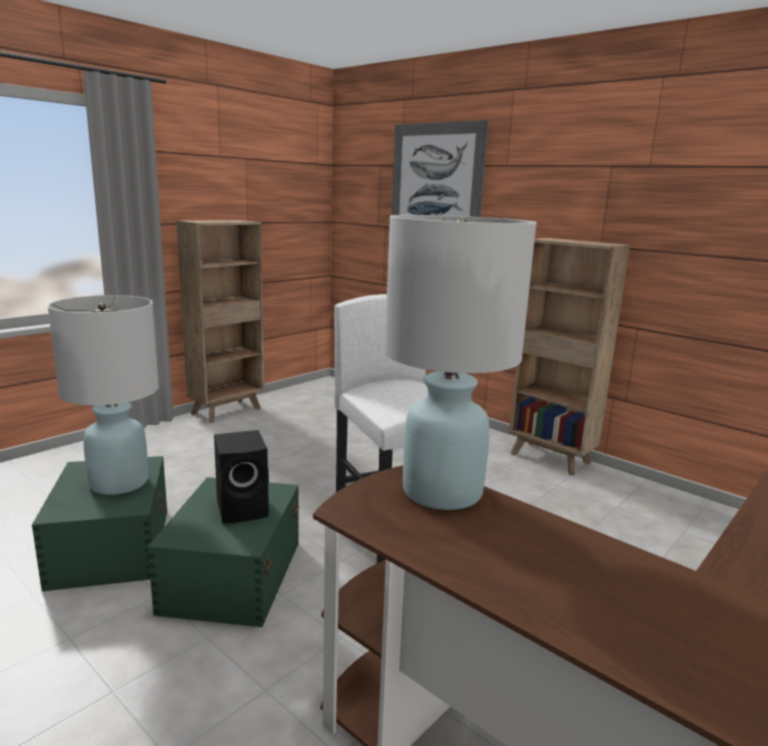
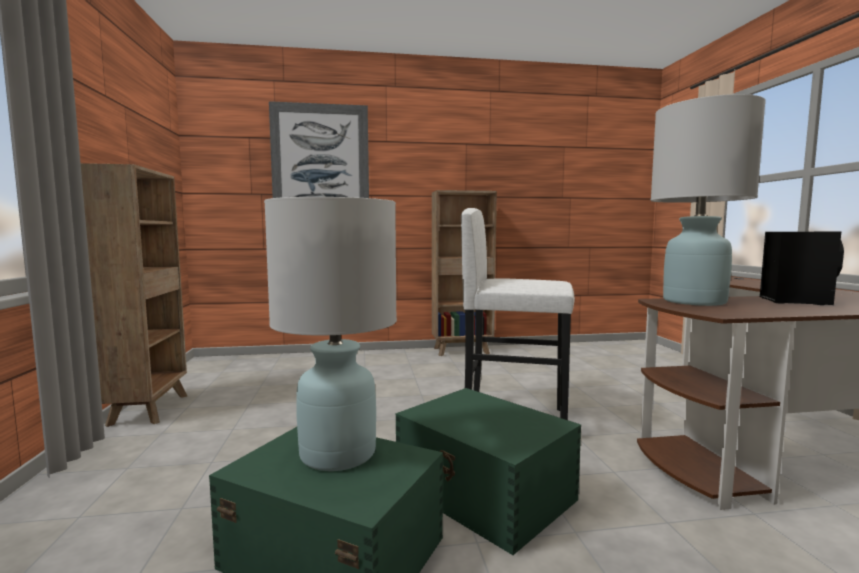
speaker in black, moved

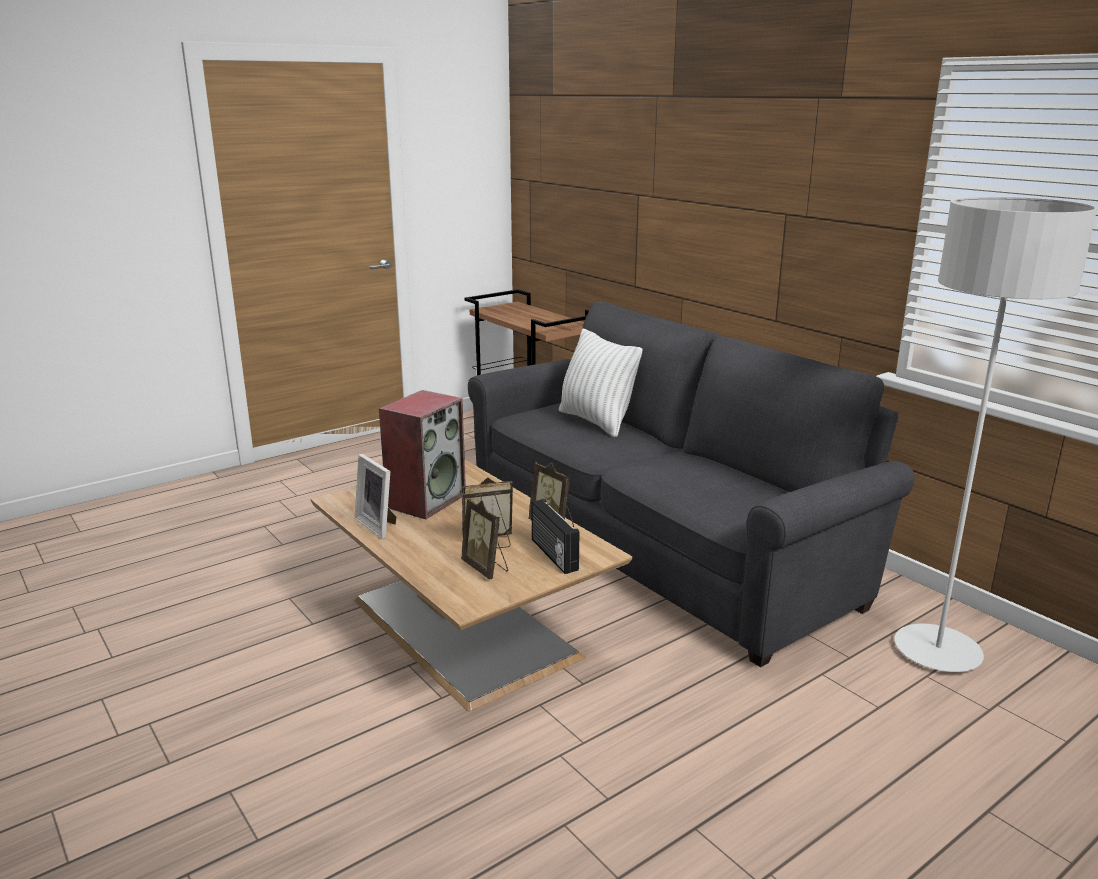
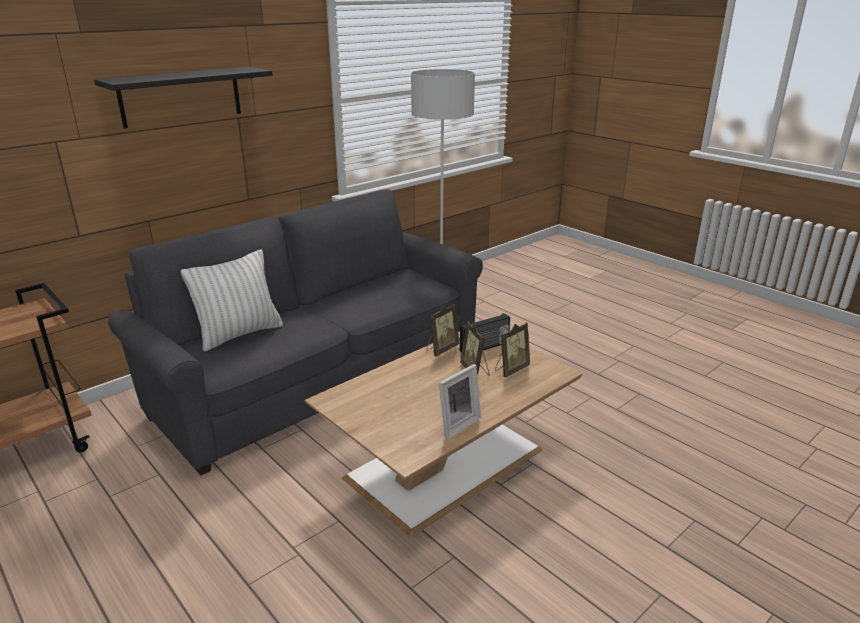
speaker => nothing
nothing => shelf in black

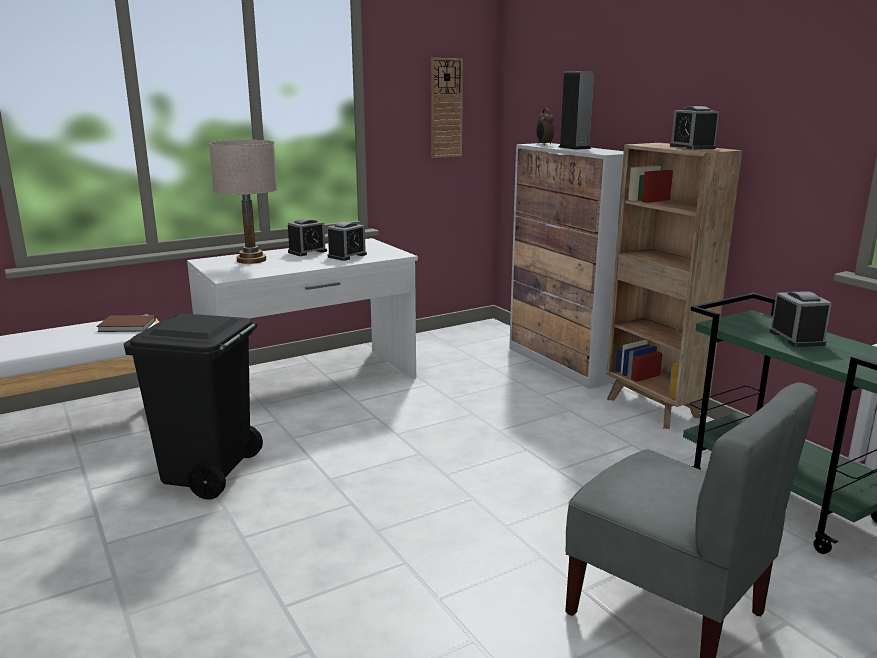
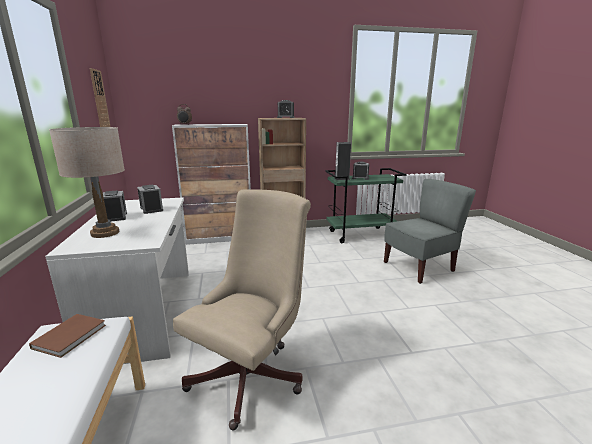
speaker, moved
trash can in black => office chair in beige

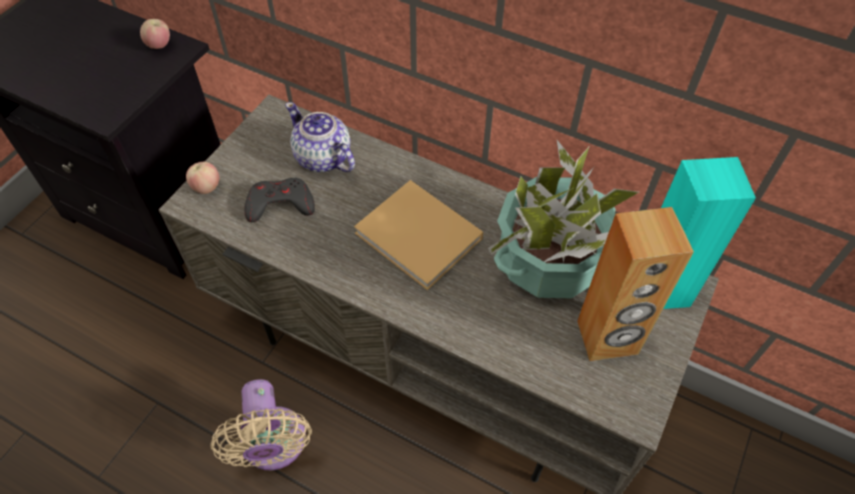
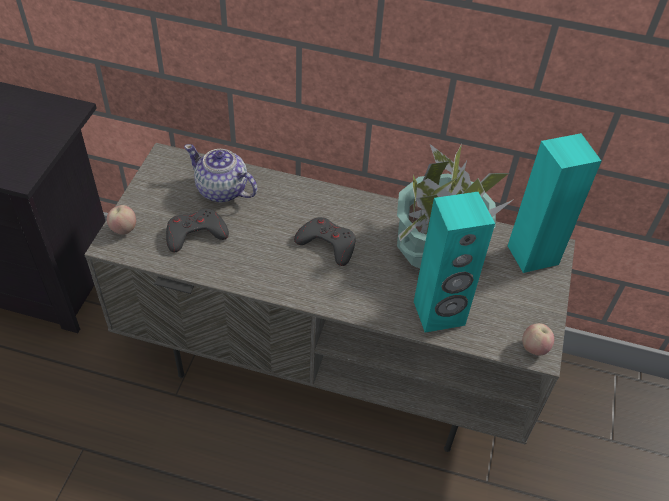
fan in beige => nothing
speaker in brown => nothing
nothing => speaker in turquoise (1st from left)
apple (1st from left in the first image) => apple (2nd from left), moved
book in beige => game controller in grey (2nd from left)

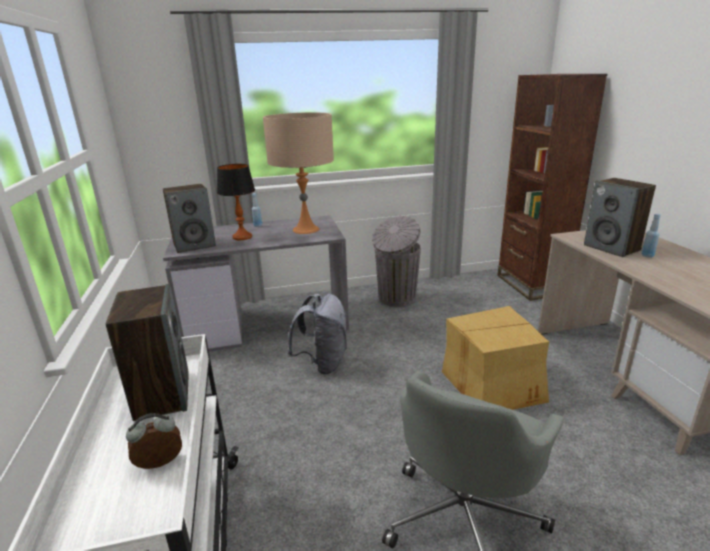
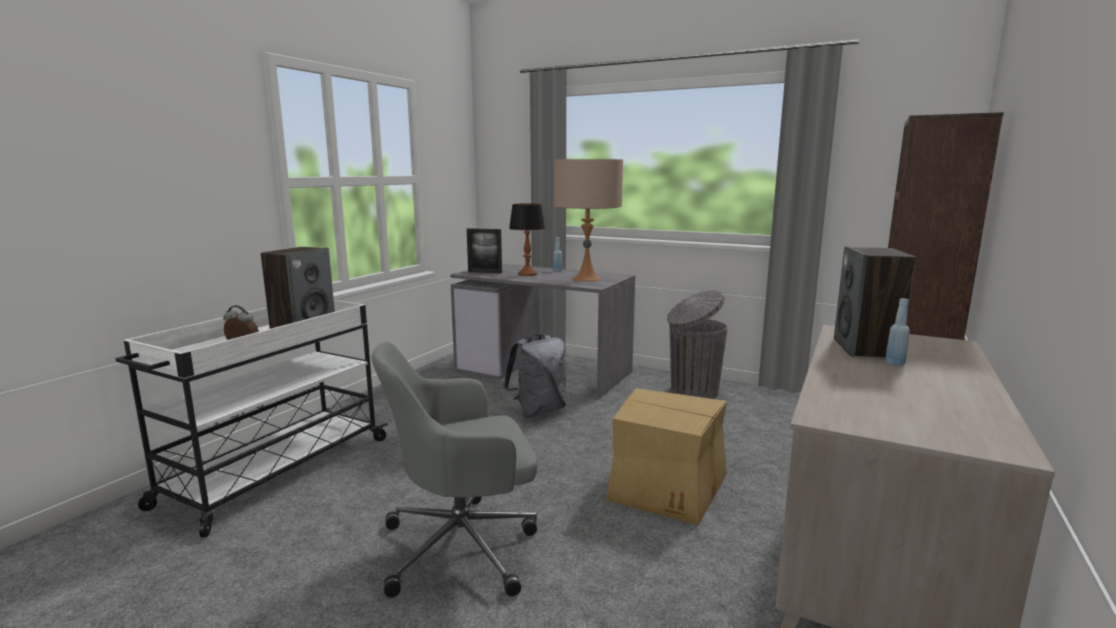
speaker (2nd from left) => picture frame

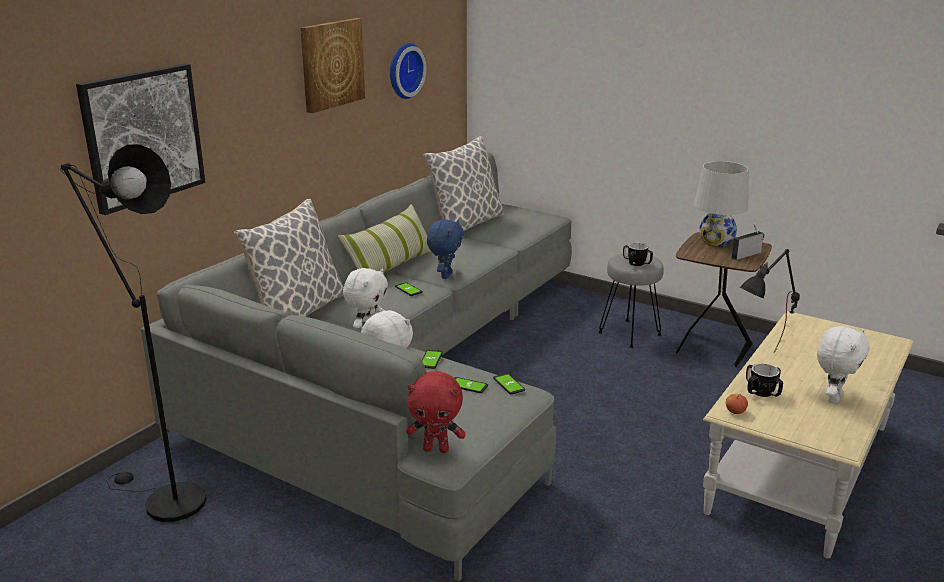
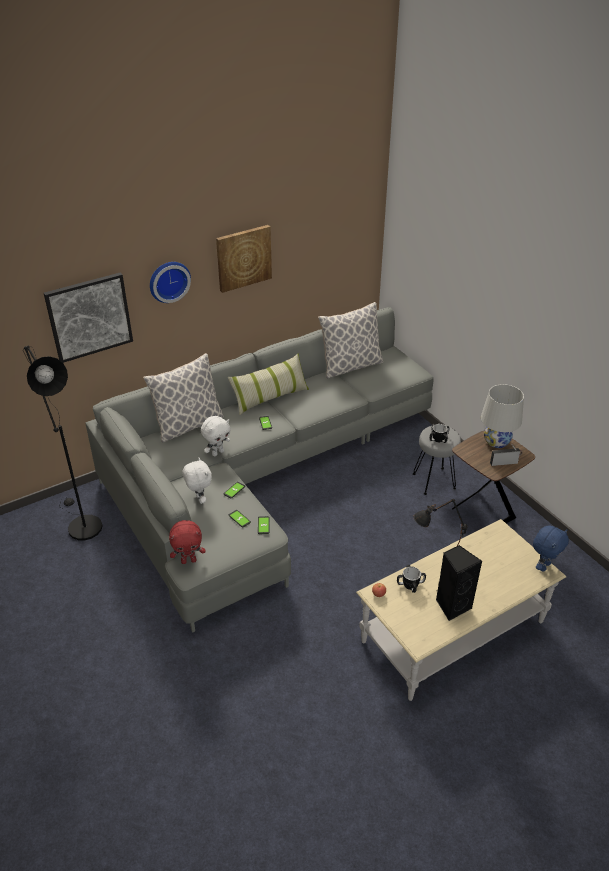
wall clock, moved
plush toy in blue, moved
plush toy in white (3rd from left) => speaker in black
plush toy in red, 45 degrees counterclockwise

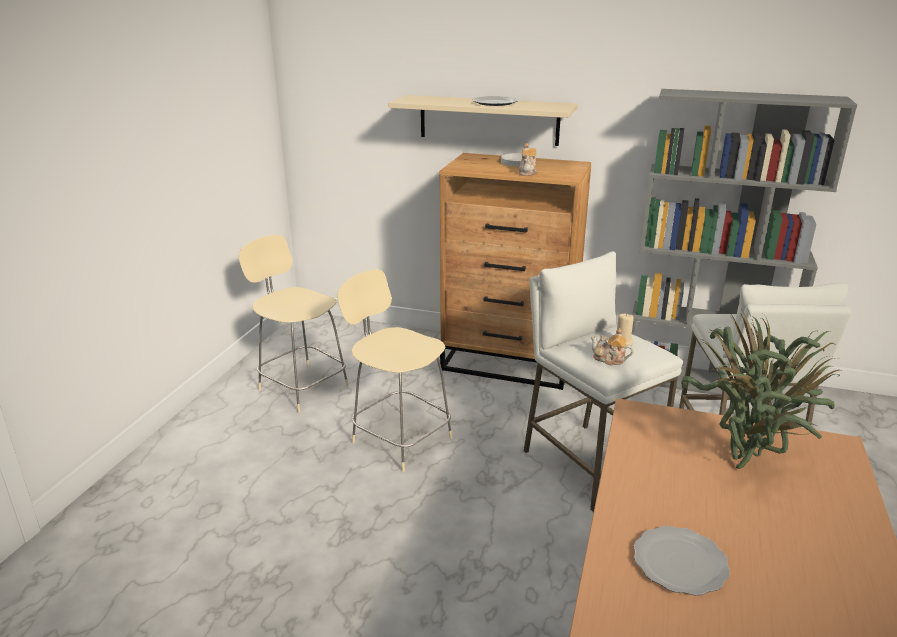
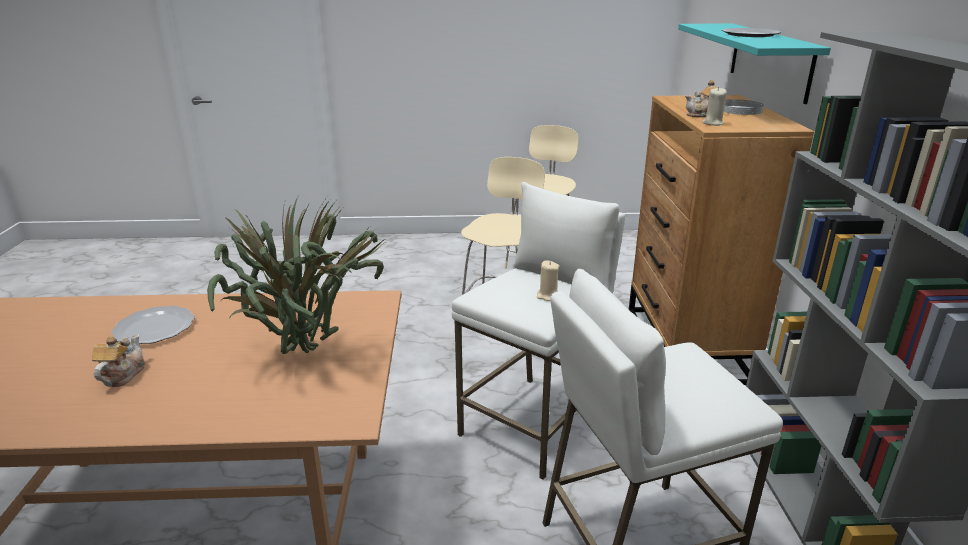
nothing => candle in beige (2nd from left)
teapot (2nd from left in the first image) => teapot (1st from left), moved
shelf in beige => shelf in turquoise

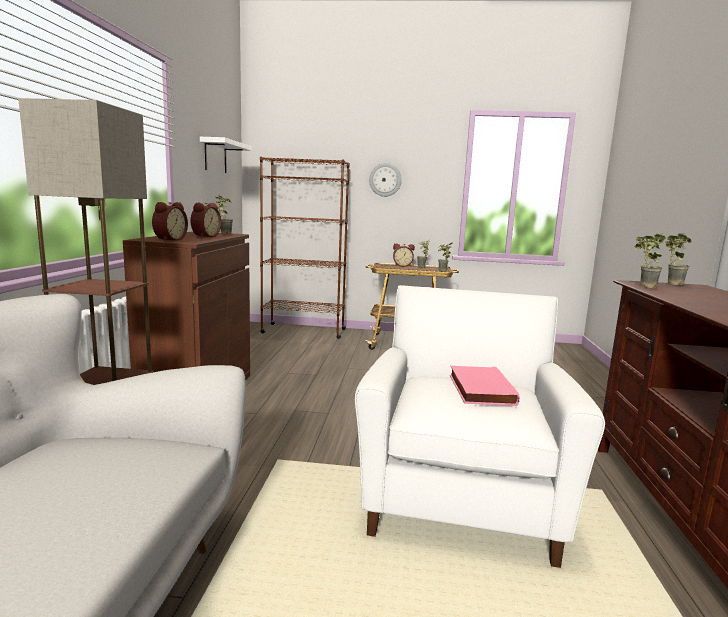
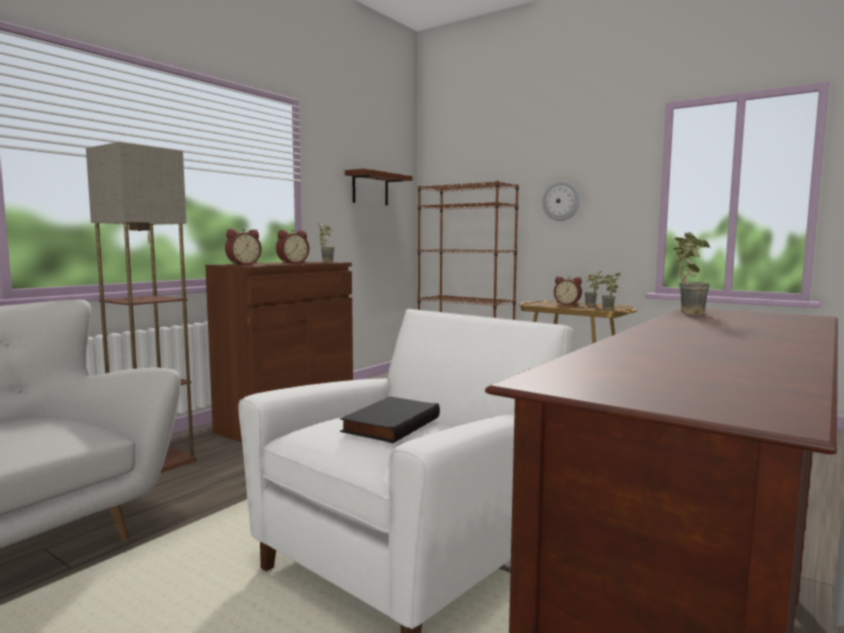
potted plant (5th from left) => nothing
shelf in white => shelf in brown
book in pink => book in black

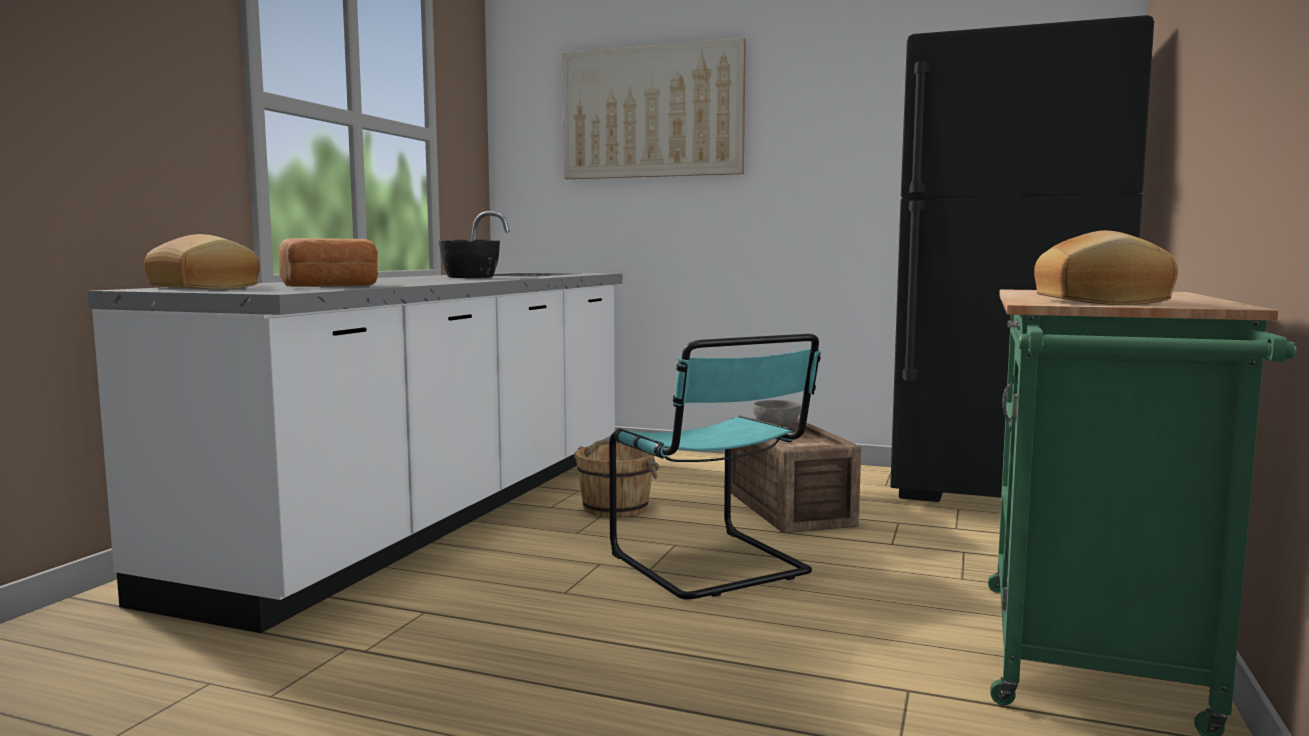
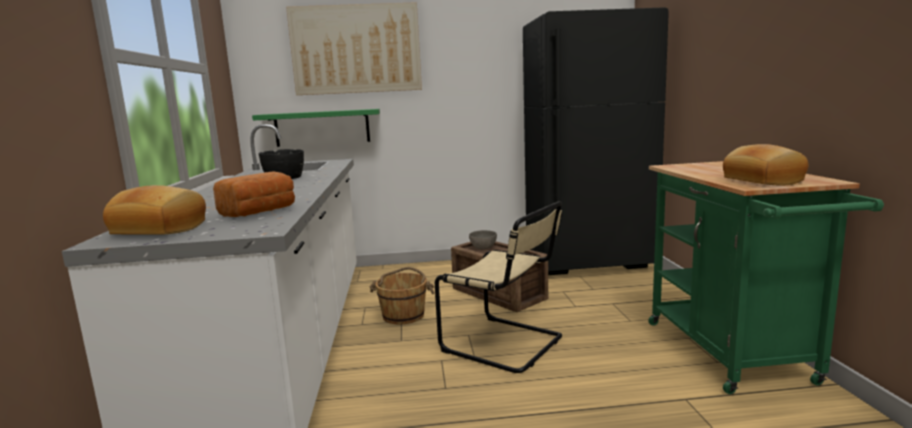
nothing => shelf in green
chair in turquoise => chair in beige

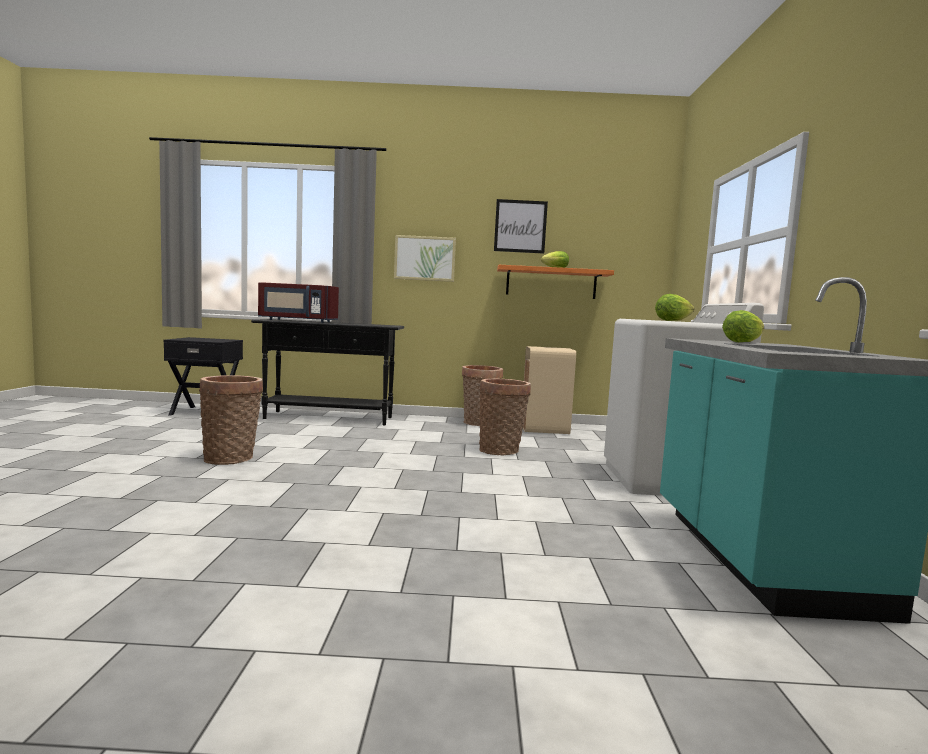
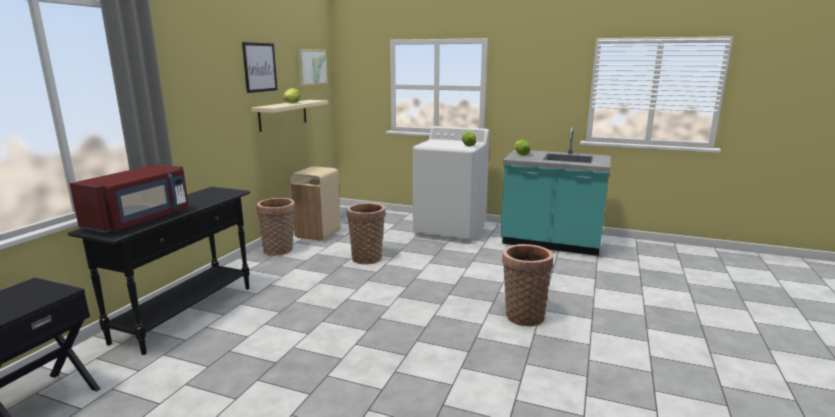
basket (1st from left in the first image) => basket (3rd from left), moved
picture (1st from left in the first image) => picture (2nd from left), moved
shelf in orange => shelf in beige

